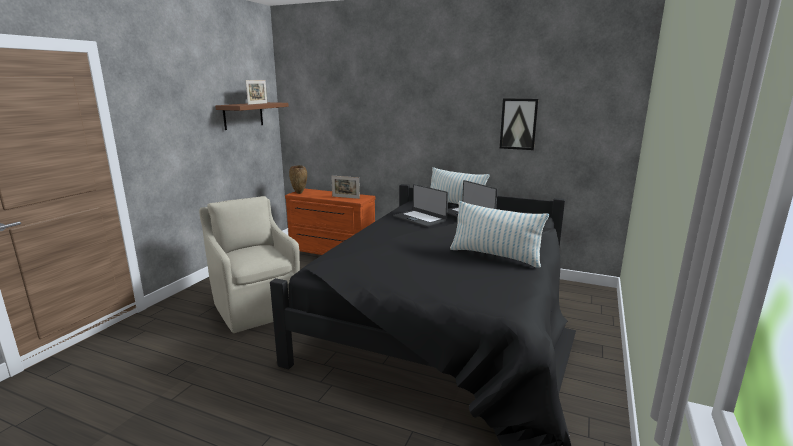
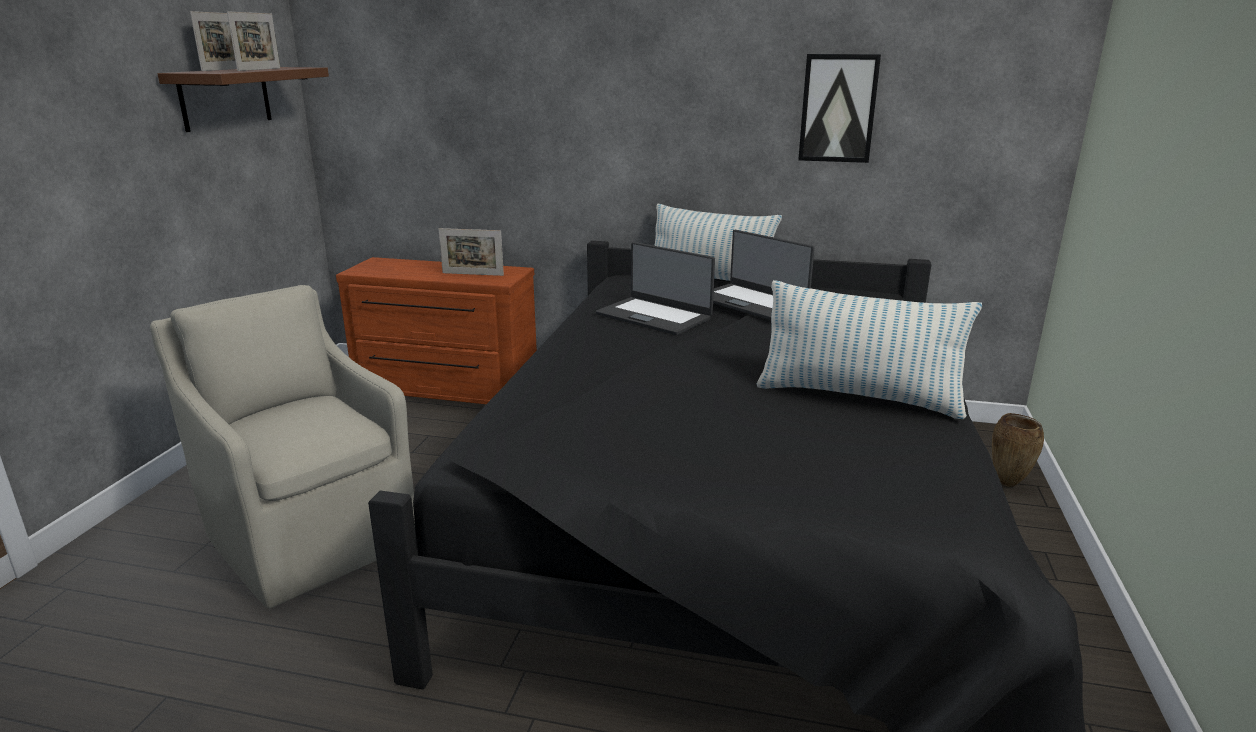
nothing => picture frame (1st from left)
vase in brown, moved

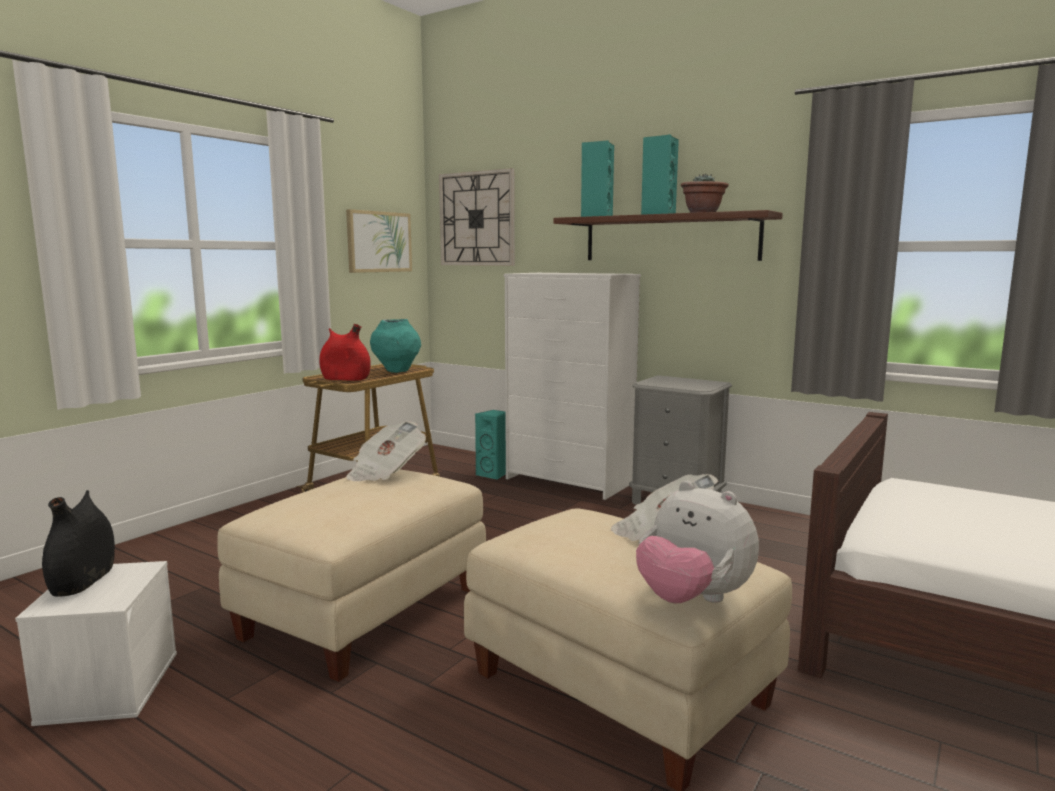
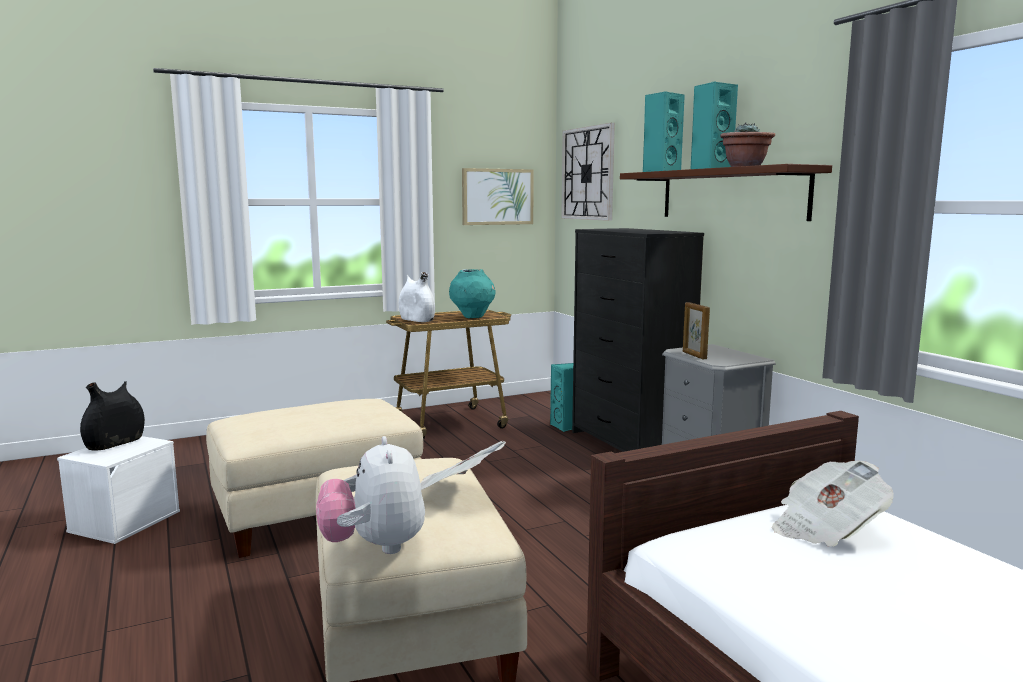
nothing => picture frame
newspaper (1st from left in the first image) => newspaper (2nd from left), moved
vase in red => vase in white
dresser in white => dresser in black

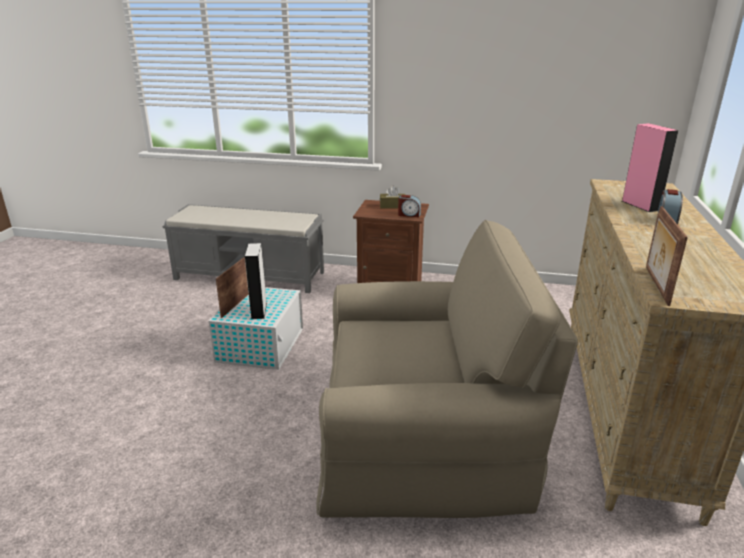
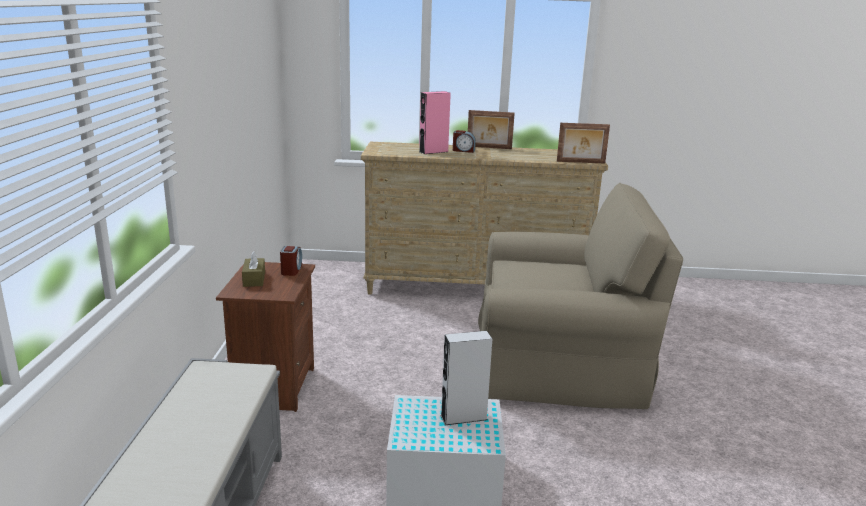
picture frame (1st from left), moved
armchair in beige, 105 degrees clockwise

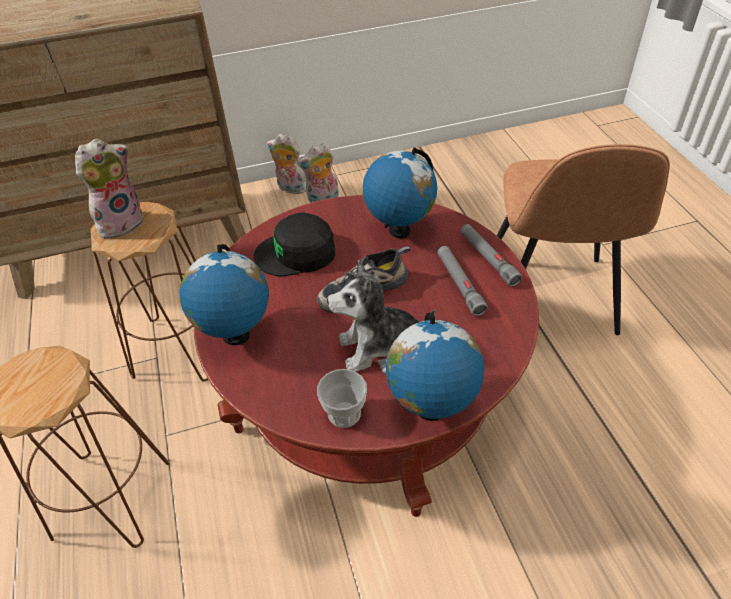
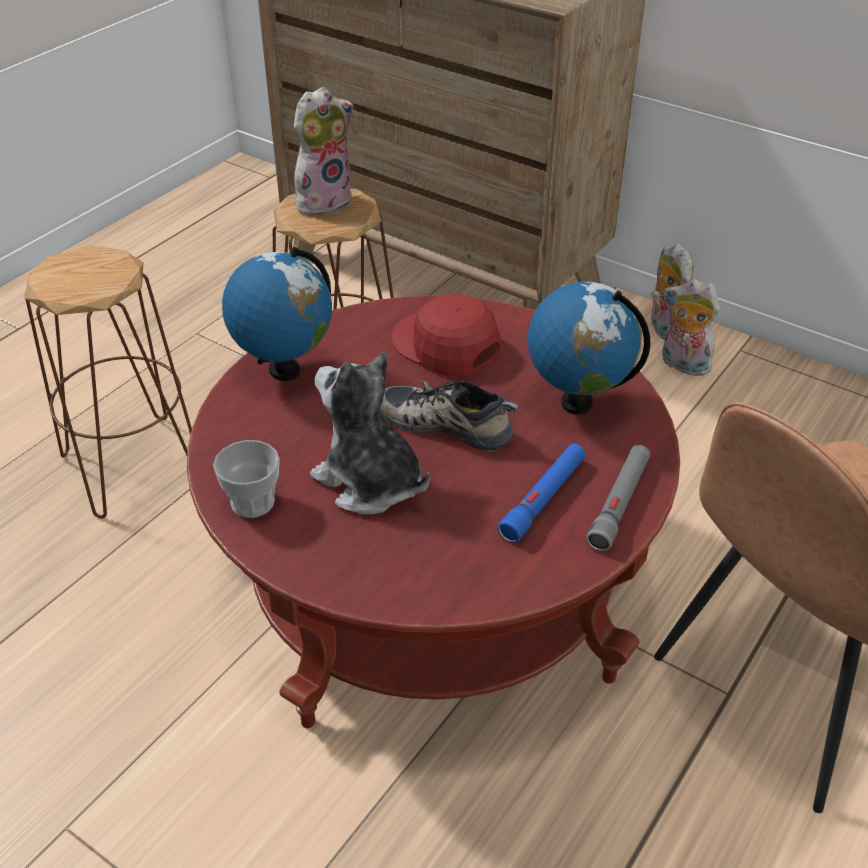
globe (3rd from left) => nothing
cap in black => cap in red
flashlight in grey (1st from left) => flashlight in blue
plush toy (1st from left), 45 degrees counterclockwise

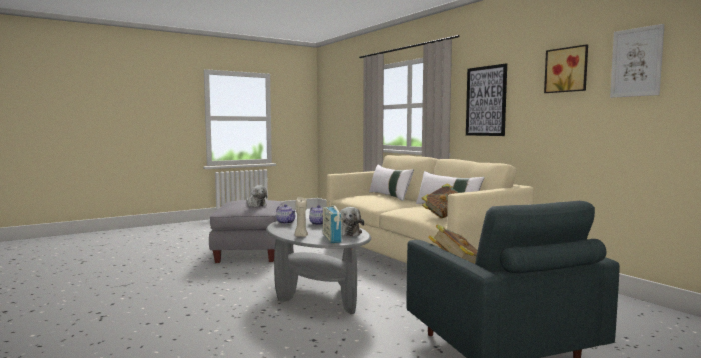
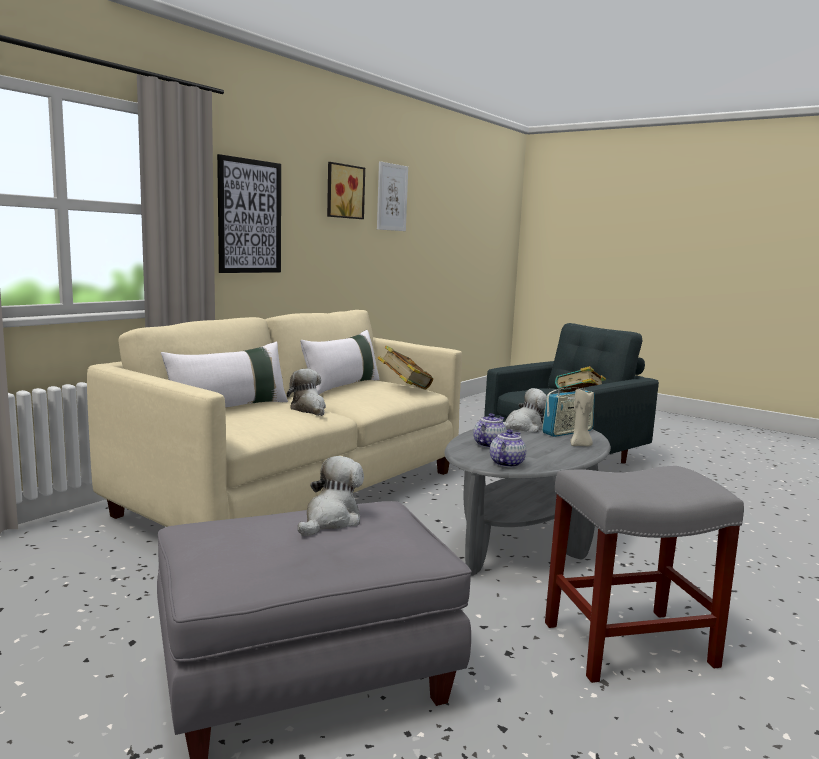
nothing => plush toy (1st from left)
nothing => stool in grey

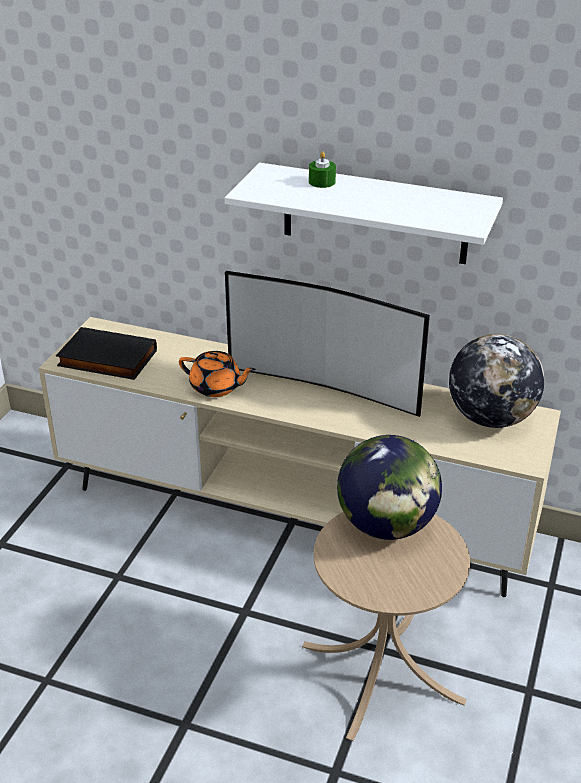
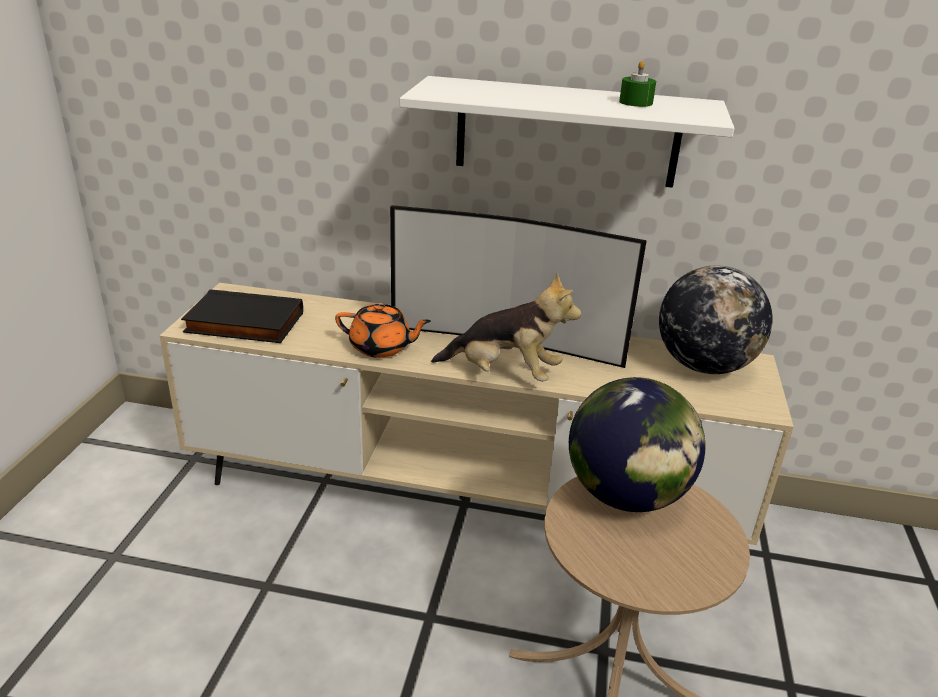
nothing => plush toy
candle in green, moved

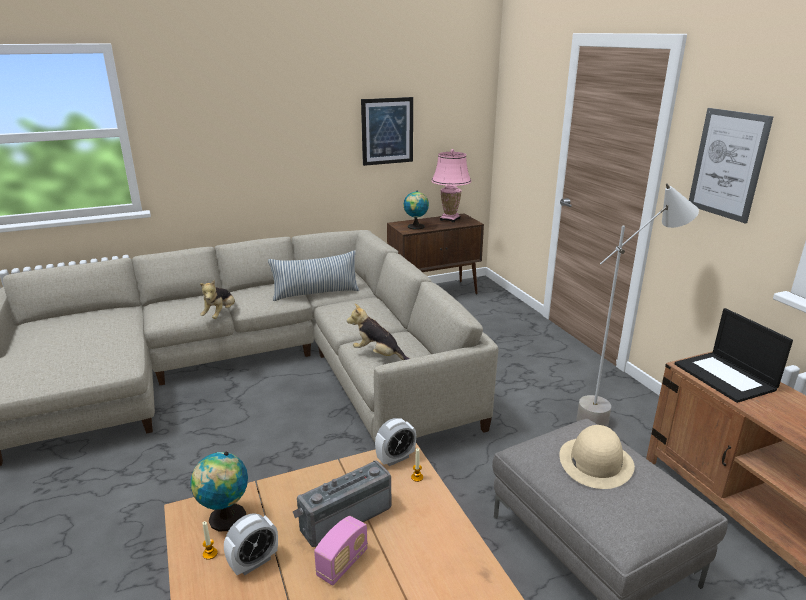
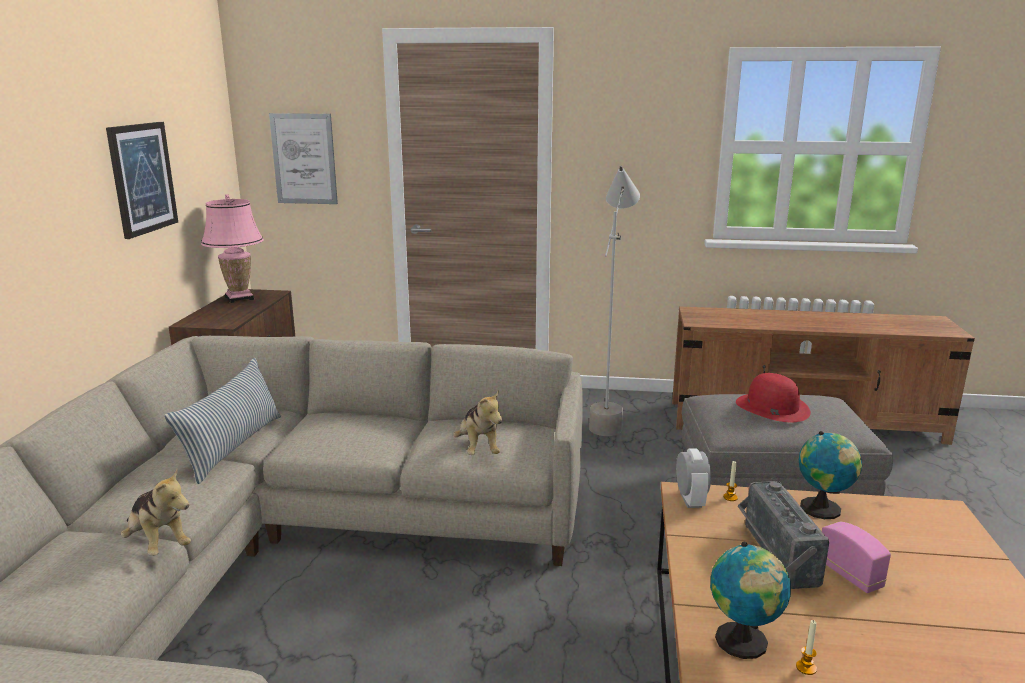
alarm clock (1st from left) => nothing
laptop => nothing
globe (2nd from left), moved
picture (2nd from left), moved
hat in beige => hat in red
plush toy (2nd from left), 75 degrees counterclockwise

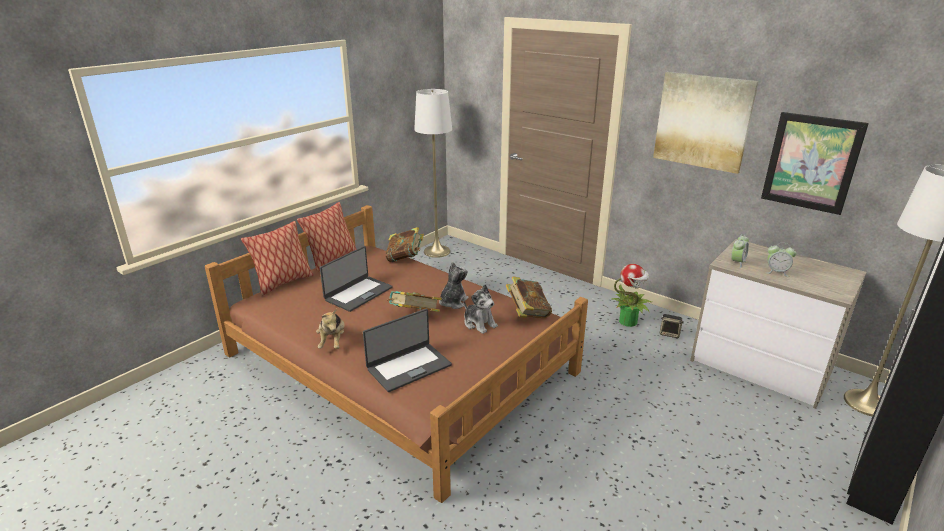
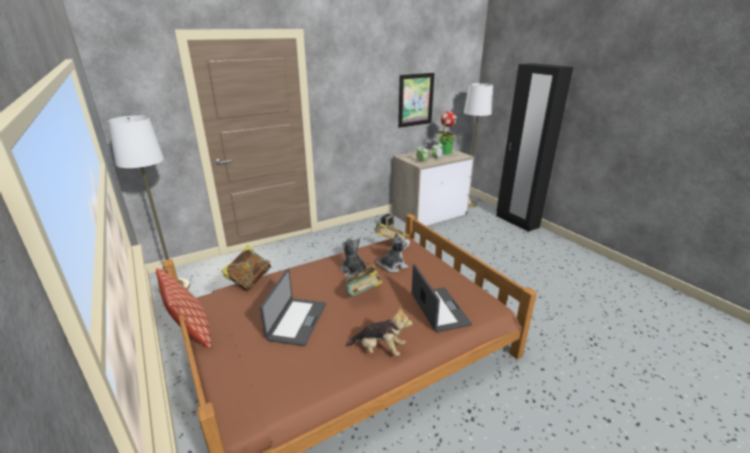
pillow (1st from left) => nothing
picture (1st from left) => nothing
potted plant, moved
laptop (1st from left), 45 degrees clockwise

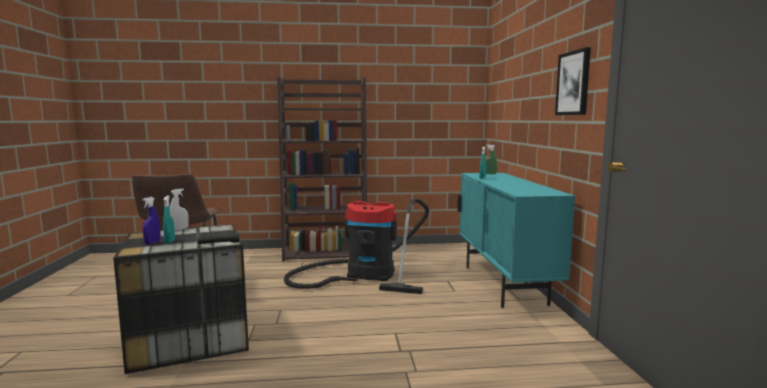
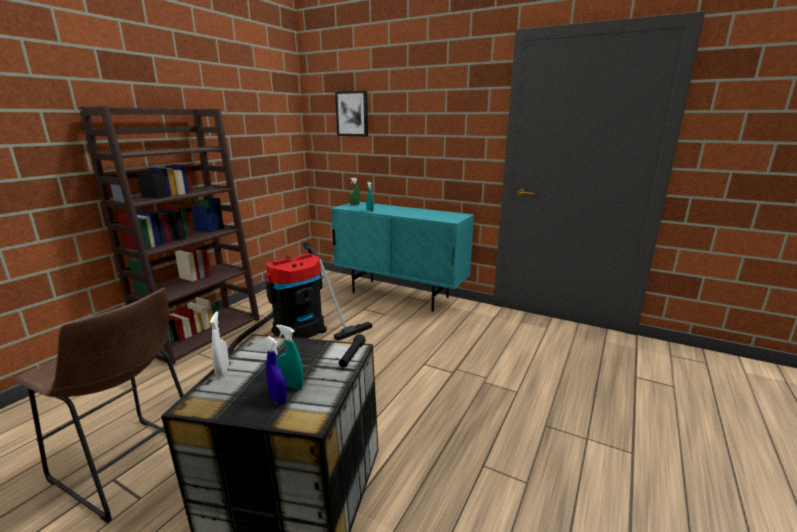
picture, moved

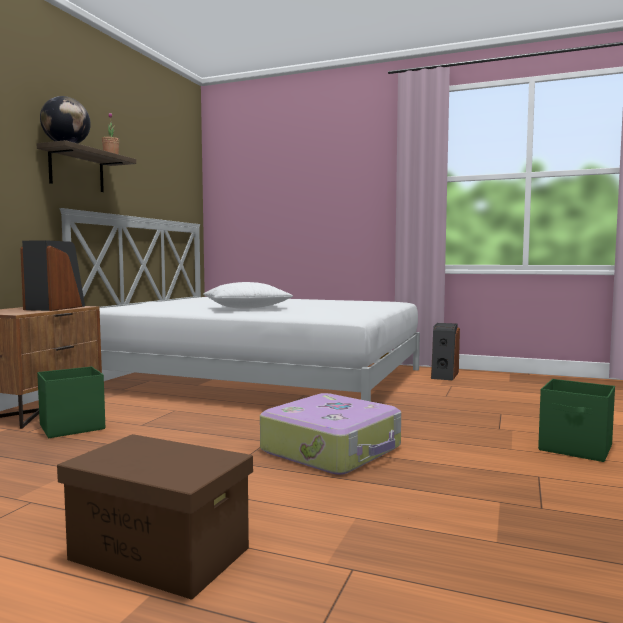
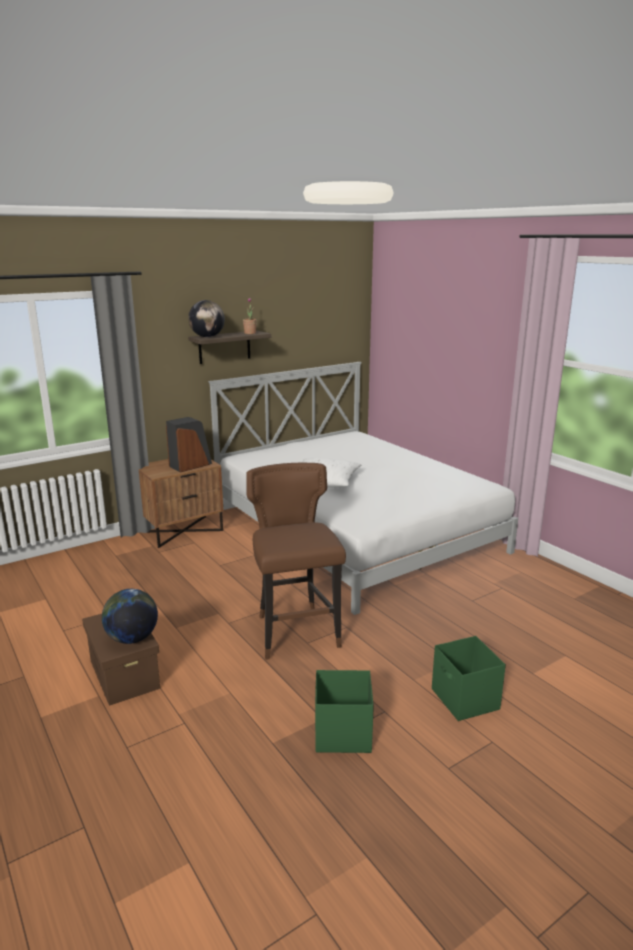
speaker (2nd from left) => nothing
nothing => globe (1st from left)
storage box in green (1st from left), moved
suitcase => stool in brown

